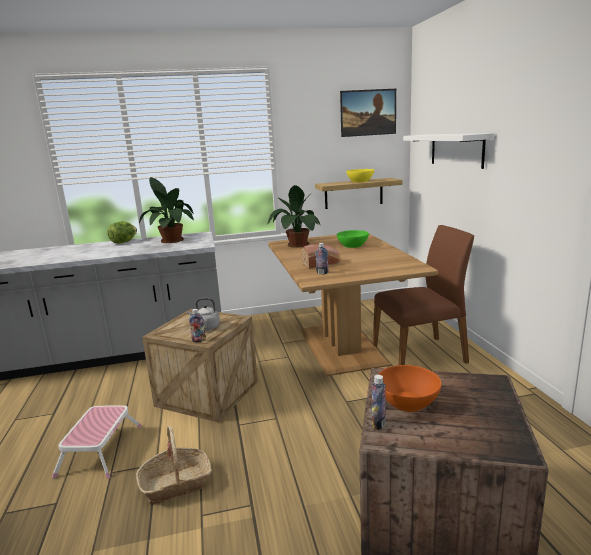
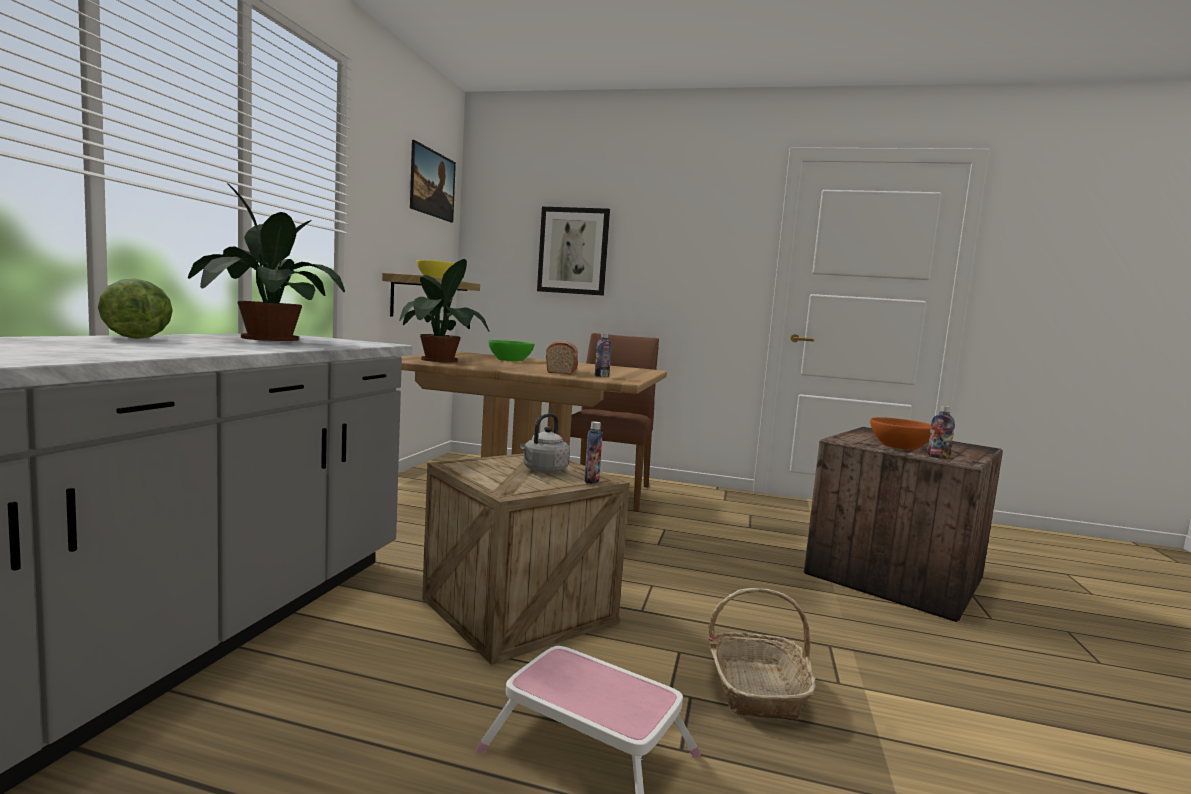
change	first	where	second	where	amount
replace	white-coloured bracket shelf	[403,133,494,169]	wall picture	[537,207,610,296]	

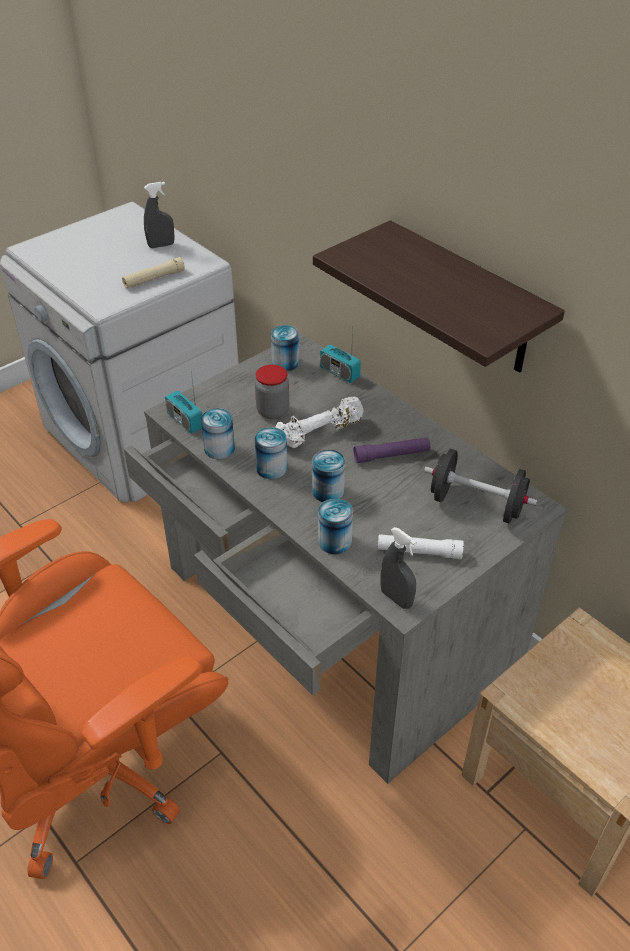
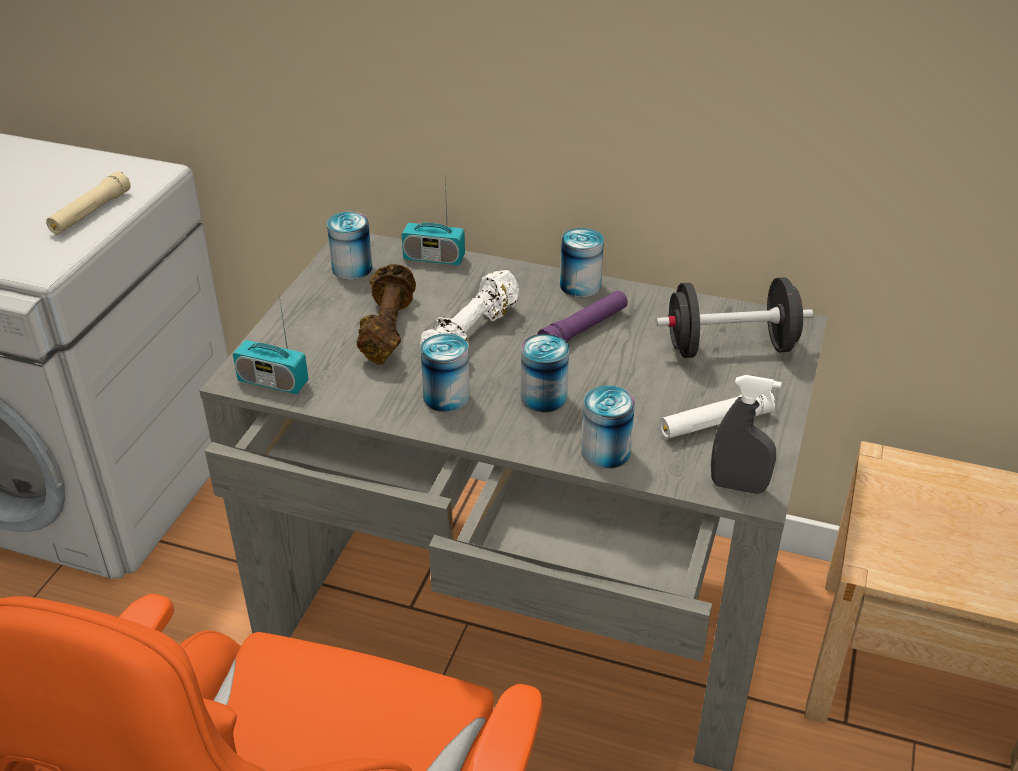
change	first	where	second	where	amount
delete	gray sprayer	[144,182,175,248]			
delete	bracket shelf	[313,220,565,373]			
move	can	[201,408,235,459]		[560,228,604,297]	
replace	preserve jar	[255,365,289,419]	brownish hand weight	[356,264,416,365]	

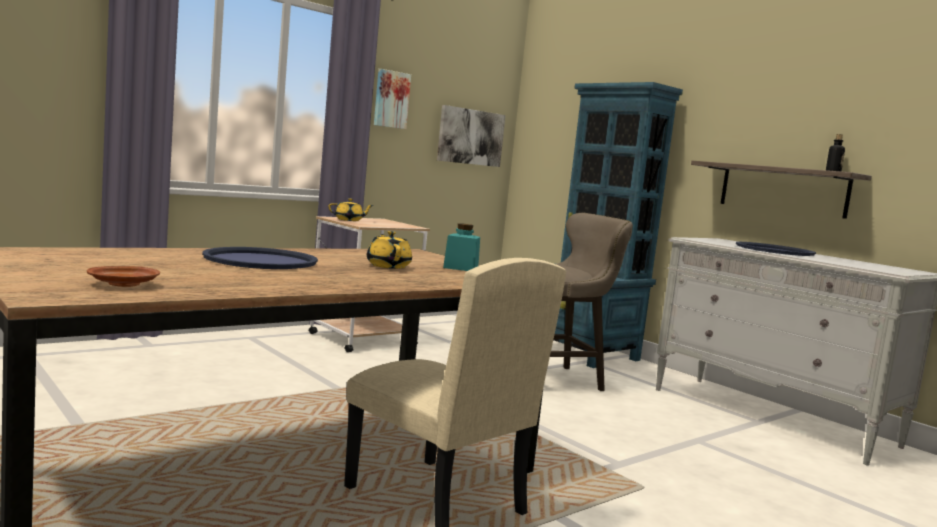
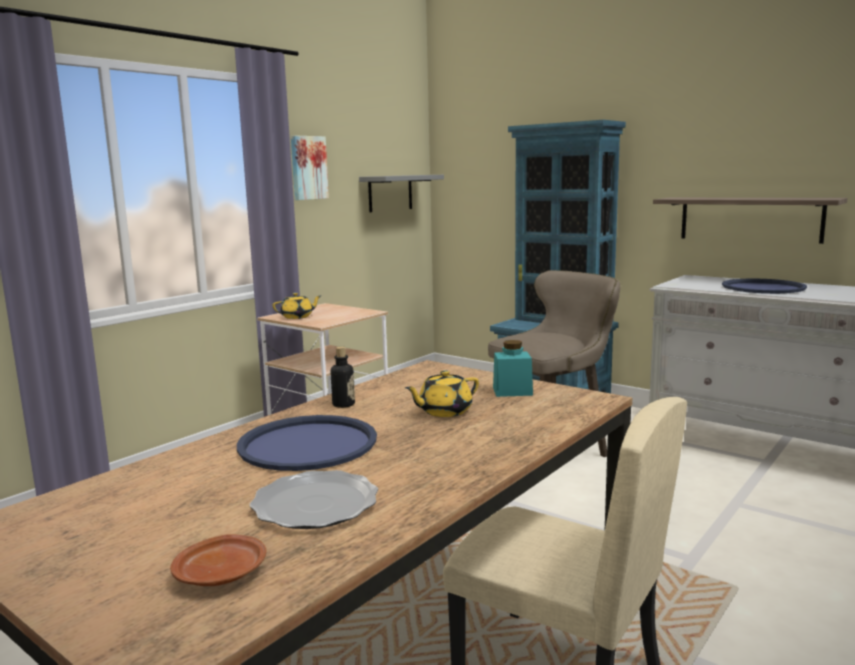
change	first	where	second	where	amount
insert			dinner plate	[250,470,378,529]	
move	bottle	[826,134,845,171]		[331,347,355,408]	
replace	wall picture	[437,105,506,167]	gray bracket shelf	[359,175,444,212]	
rotate	yellow teapot	[367,231,412,269]		[405,370,479,417]	90 degrees counterclockwise

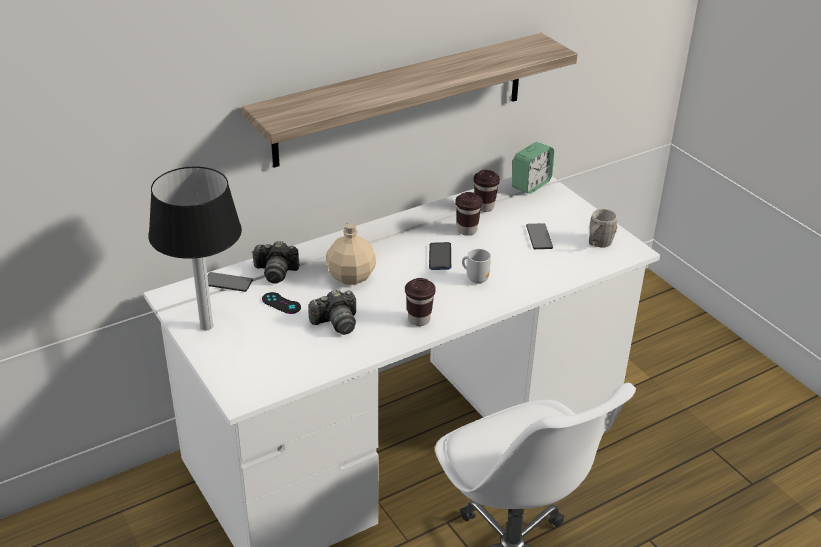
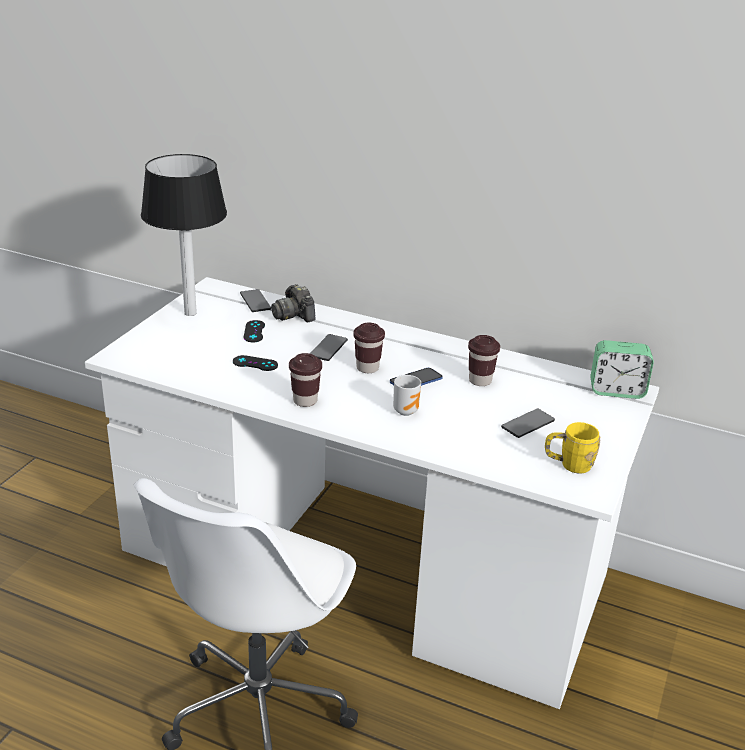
change	first	where	second	where	amount
delete	bracket shelf	[242,33,578,168]			
move	brownish cup	[474,170,500,212]		[353,323,385,373]	
replace	photo camera	[308,289,356,335]	blackish game controller	[233,355,278,371]	
replace	beige bottle	[326,223,376,285]	handset	[310,334,348,361]	
recolor	gray coffee mug	[589,209,617,248]	yellow coffee mug	[545,422,601,474]	

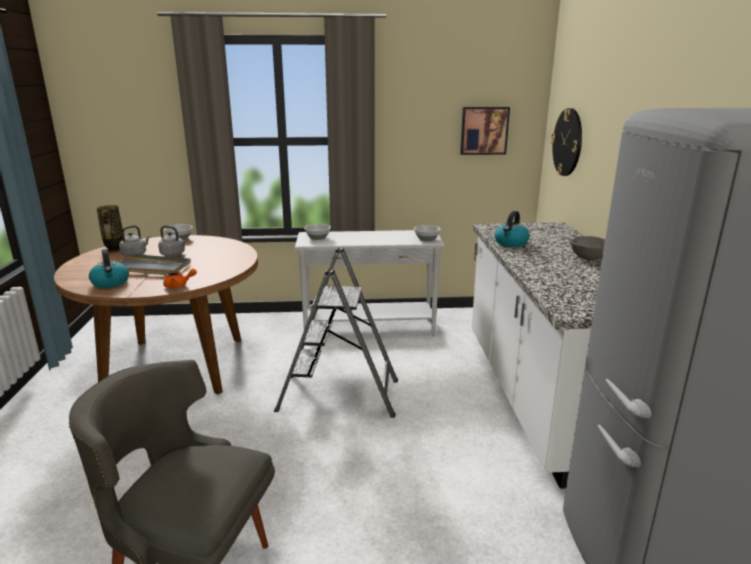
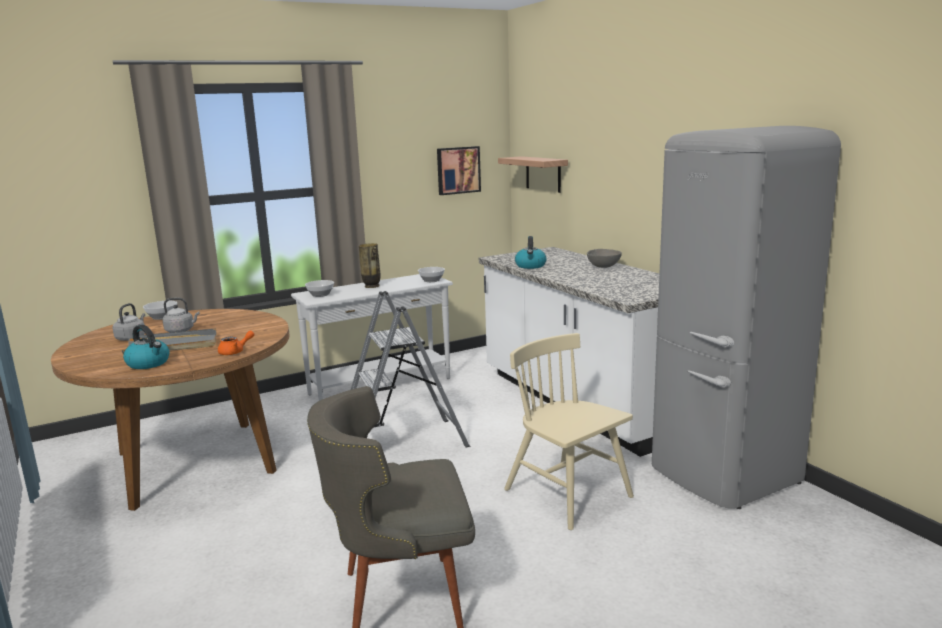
change	first	where	second	where	amount
insert			beige upright chair	[504,333,634,530]	
move	vase	[97,205,123,252]		[359,243,380,288]	
replace	clock on the wall	[551,108,582,176]	bracket shelf	[498,156,568,193]	

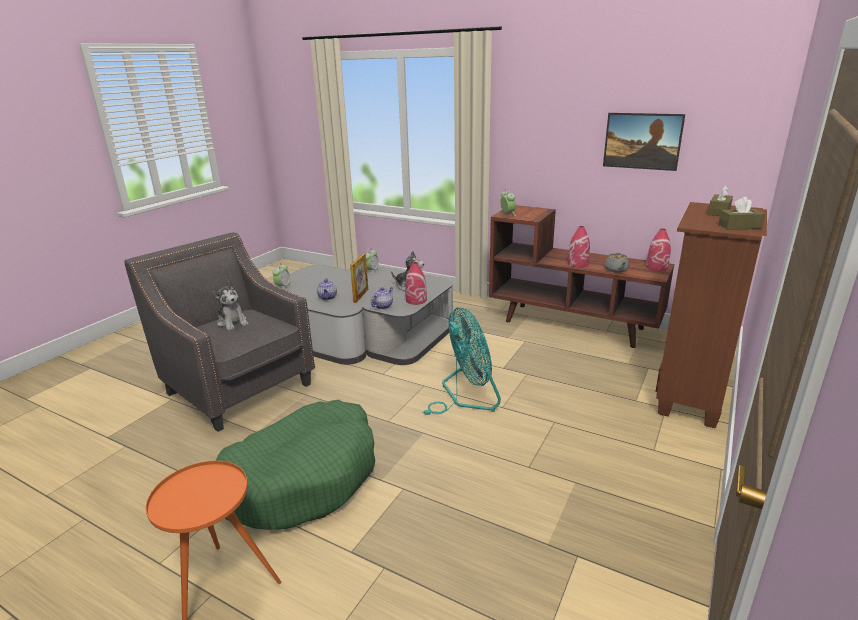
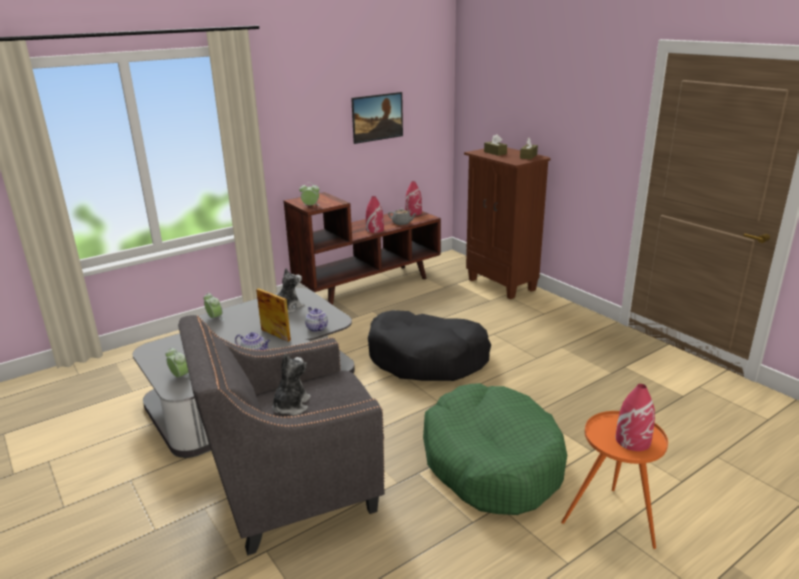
change	first	where	second	where	amount
move	red vase	[405,262,427,305]		[615,384,655,451]	
replace	turquoise-coloured cooling fan	[424,307,501,415]	blackish dog bed	[368,310,491,381]	
rotate	cuddly toy	[213,281,249,331]		[272,353,311,415]	60 degrees counterclockwise

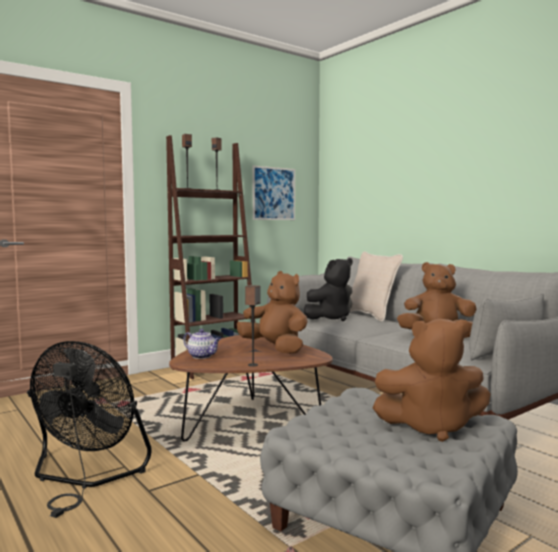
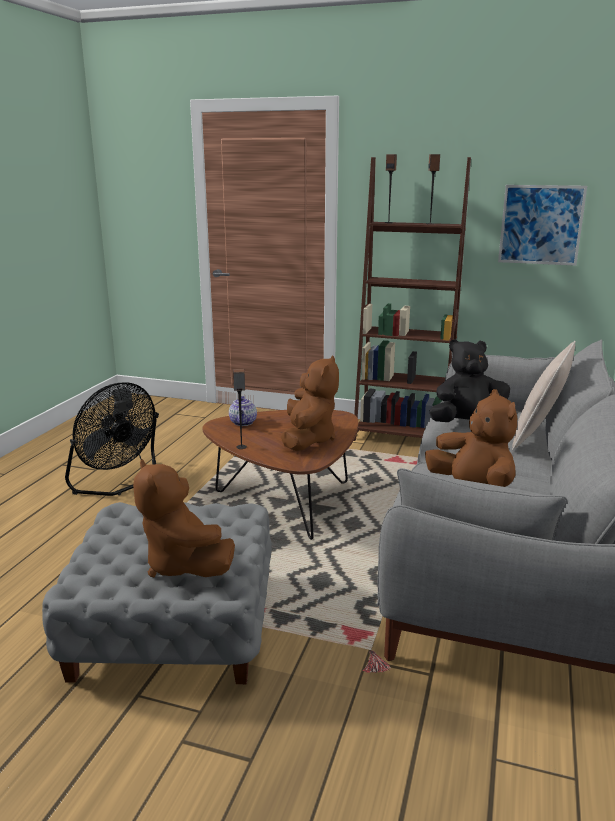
change	first	where	second	where	amount
rotate	blackish cooling fan	[27,341,151,518]		[65,382,159,496]	120 degrees counterclockwise
rotate	blackish cuddly toy	[304,258,353,321]		[430,339,510,422]	150 degrees clockwise

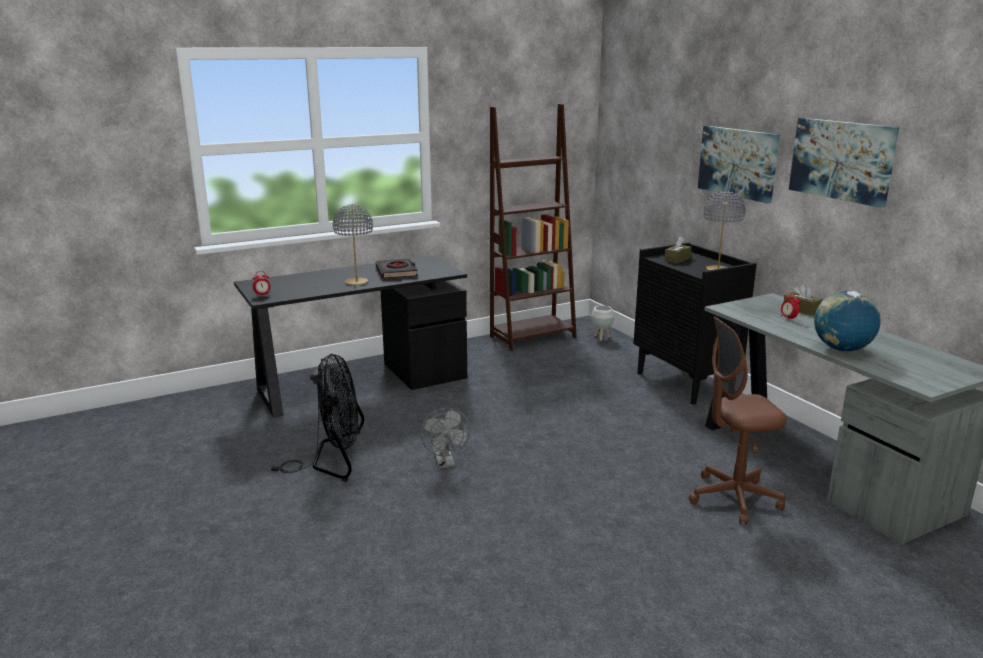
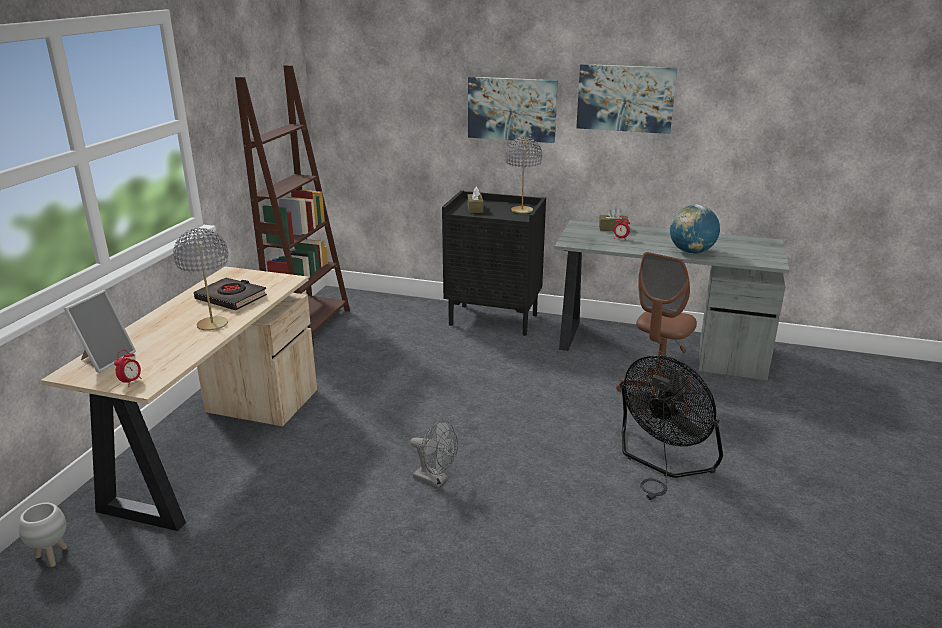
change	first	where	second	where	amount
insert			photo frame	[64,290,136,373]	
move	blackish cooling fan	[270,354,364,482]		[619,355,723,500]	
move	white-coloured plant pot	[591,306,614,341]		[18,503,67,567]	
recolor	blackish desk table	[234,256,467,418]	beige desk table	[41,266,317,531]	

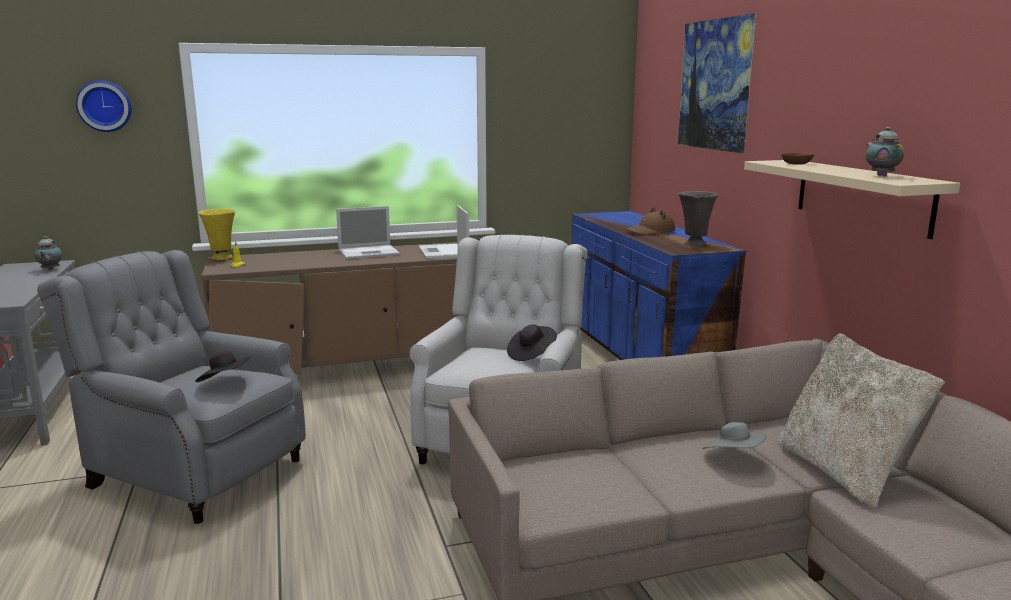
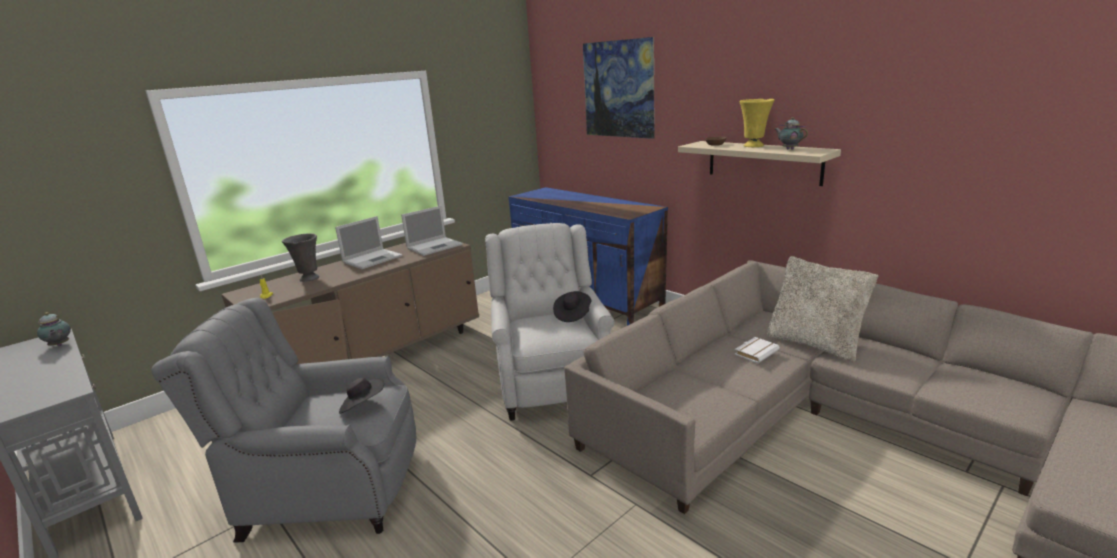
change	first	where	second	where	amount
delete	clock on the wall	[76,80,132,132]			
delete	brownish wearable hat	[625,207,675,235]			
move	yellow vase	[199,209,235,260]		[739,99,775,147]	
move	gray vase	[678,191,718,246]		[282,233,319,282]	
replace	gray wearable hat	[702,422,767,449]	white-coloured book	[735,337,780,363]	
rotate	laptop	[419,205,469,259]		[401,206,463,256]	90 degrees counterclockwise

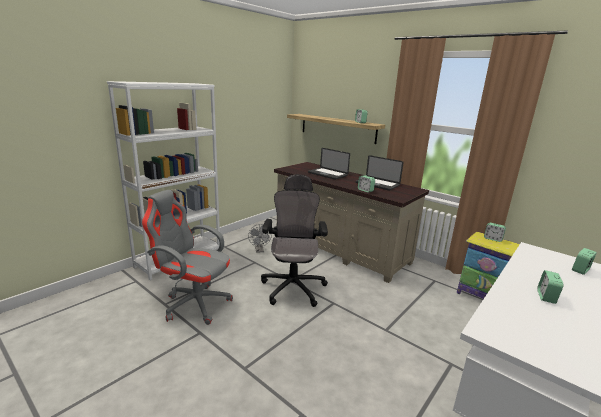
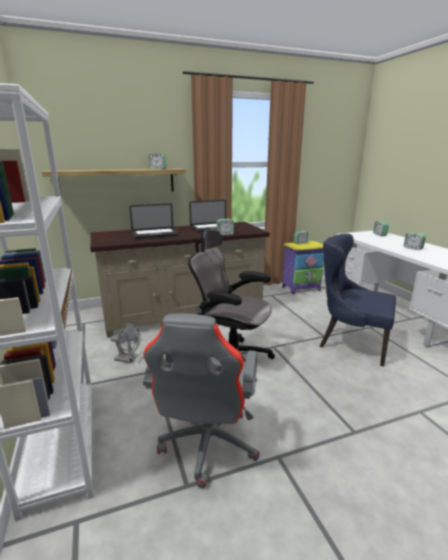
change	first	where	second	where	amount
insert			bluish upright chair	[320,233,396,367]	
rotate	gray desk chair	[142,190,233,325]		[143,313,260,488]	45 degrees counterclockwise

